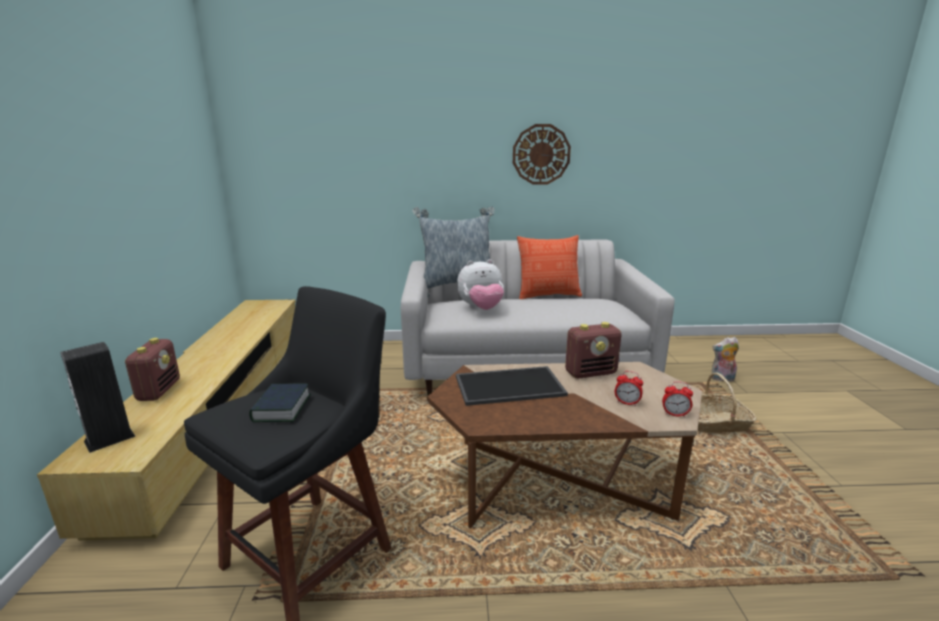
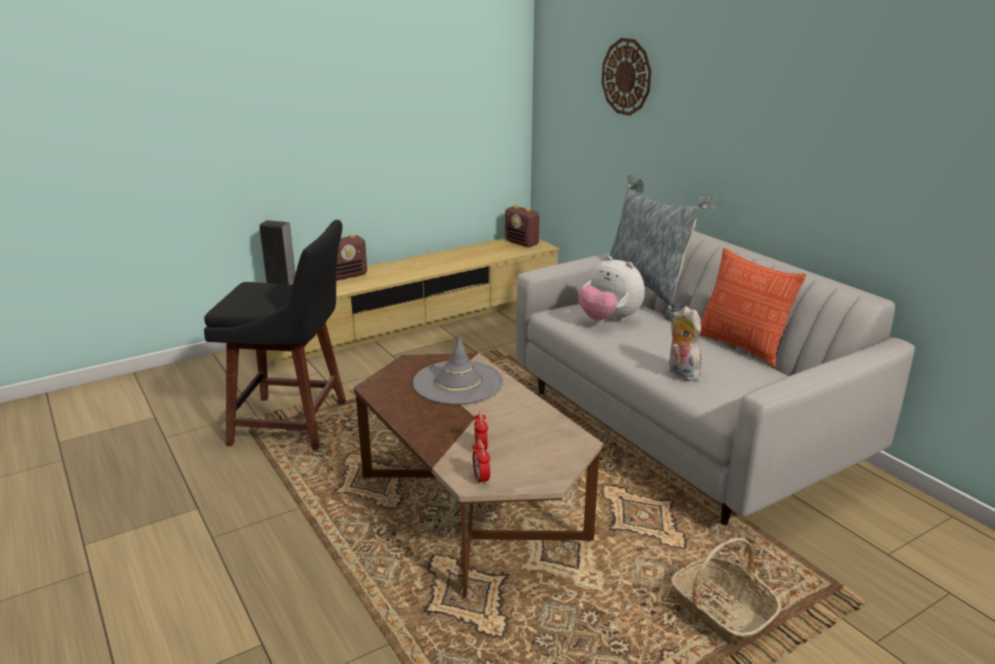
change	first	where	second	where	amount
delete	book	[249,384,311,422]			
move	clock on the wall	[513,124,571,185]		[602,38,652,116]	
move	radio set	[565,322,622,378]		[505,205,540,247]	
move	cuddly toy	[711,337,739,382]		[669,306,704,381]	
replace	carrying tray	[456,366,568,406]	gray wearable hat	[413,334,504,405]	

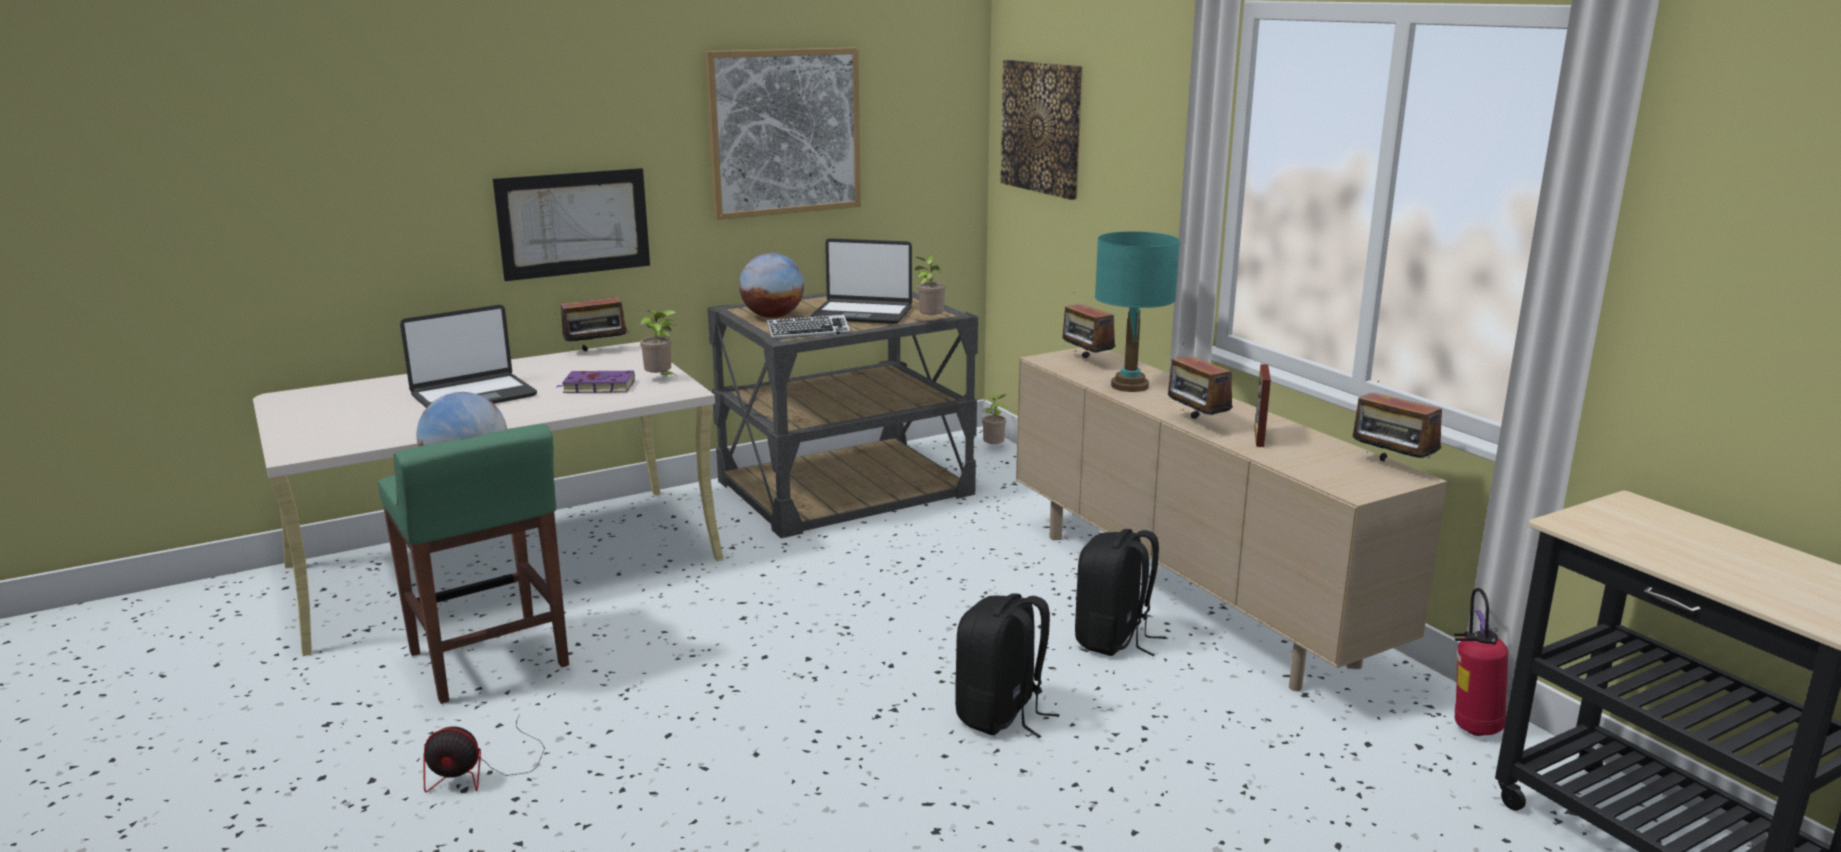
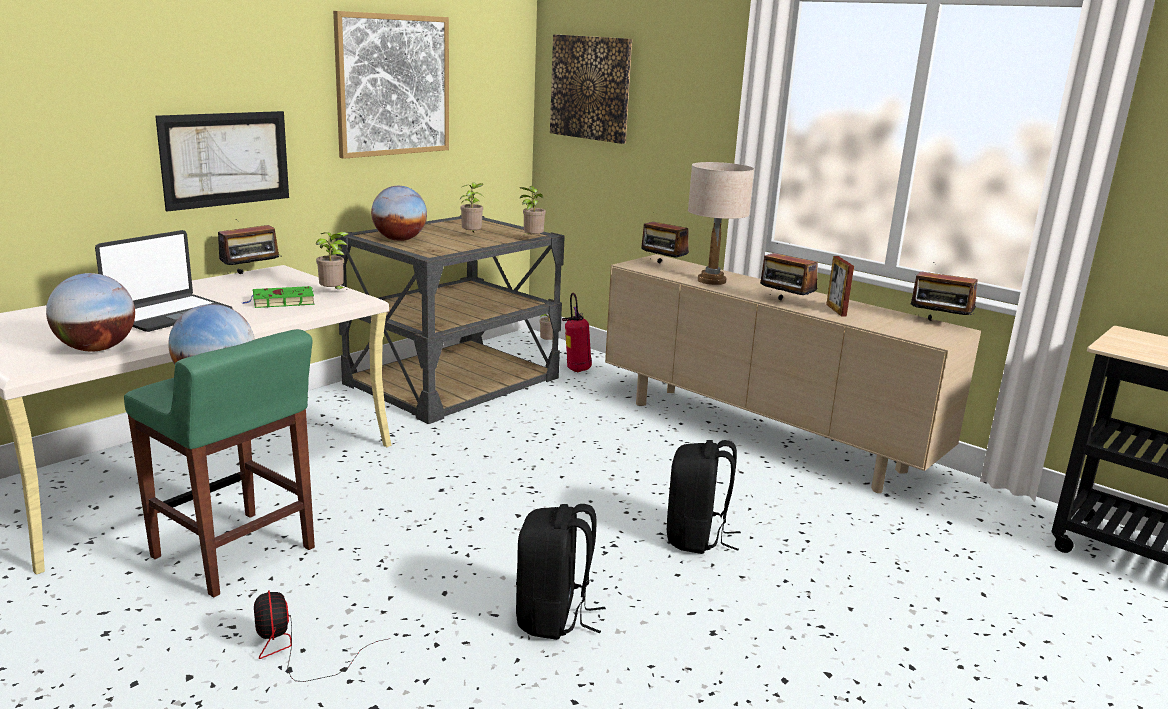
change	first	where	second	where	amount
delete	computer keyboard	[767,314,850,339]			
insert			world globe	[46,273,135,352]	
move	blackish rucksack	[1075,529,1166,656]		[516,504,606,640]	
move	extinguisher	[1453,588,1508,736]		[562,293,592,372]	
replace	laptop	[810,238,912,324]	houseplant	[460,182,484,232]	
recolor	purple book	[556,371,635,393]	greenish book	[242,286,314,308]	
recolor	turquoise-coloured table lamp	[1095,231,1180,392]	beige table lamp	[688,162,754,285]	
rotate	cooling fan	[424,716,545,792]		[254,590,387,682]	90 degrees clockwise

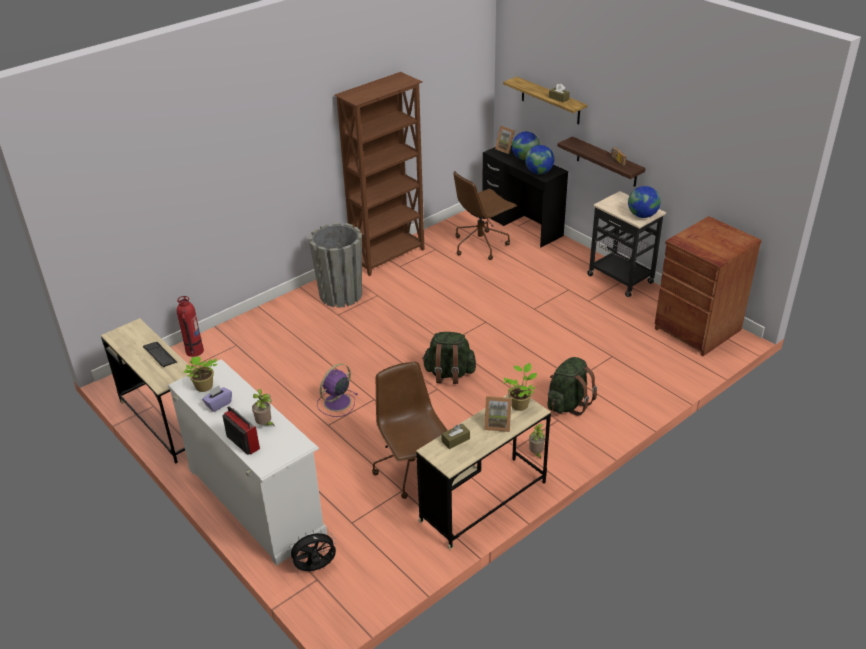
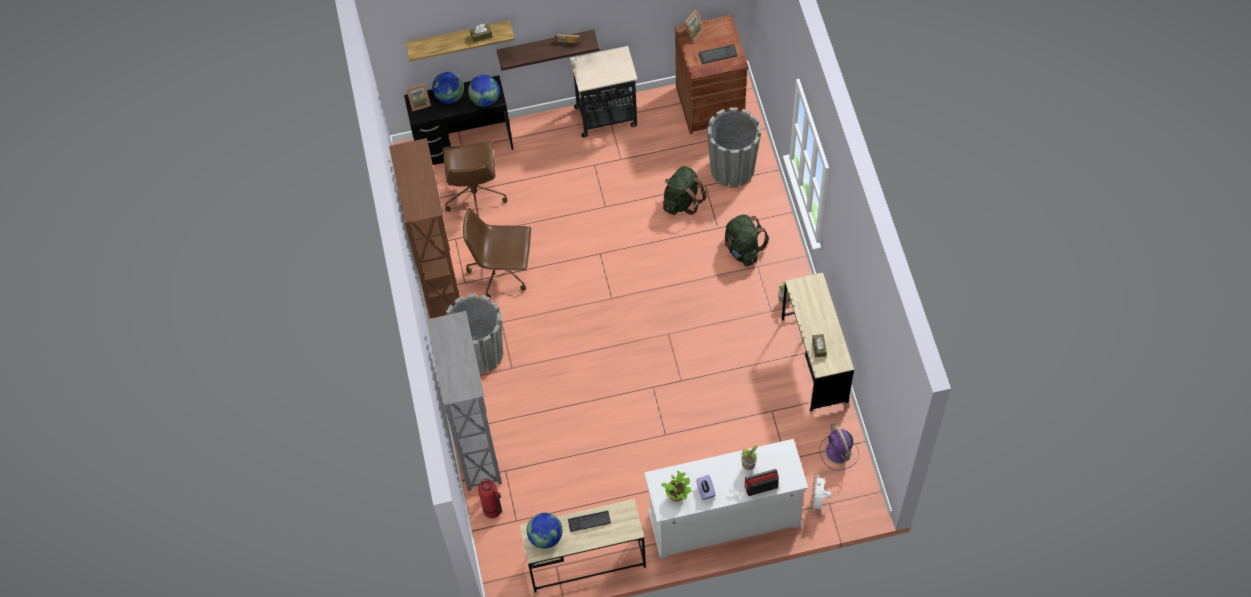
change	first	where	second	where	amount
delete	houseplant	[503,363,537,411]			
insert			gray bookshelf	[426,311,502,491]	
insert			computer keyboard	[699,44,737,64]	
insert			gray plant pot	[707,107,761,188]	
move	purple cooling fan	[317,364,357,417]		[819,423,859,470]	
move	brownish desk chair	[372,362,448,499]		[463,208,531,298]	
move	greenish rucksack	[422,332,476,384]		[663,166,706,215]	
move	photo frame	[484,396,512,432]		[679,10,704,42]	
move	world globe	[628,186,661,218]		[527,513,563,549]	
recolor	blackish cooling fan	[288,530,336,571]	white-coloured cooling fan	[811,473,831,513]	

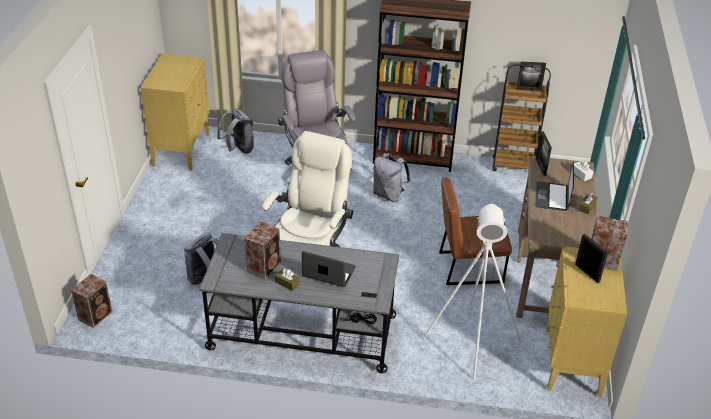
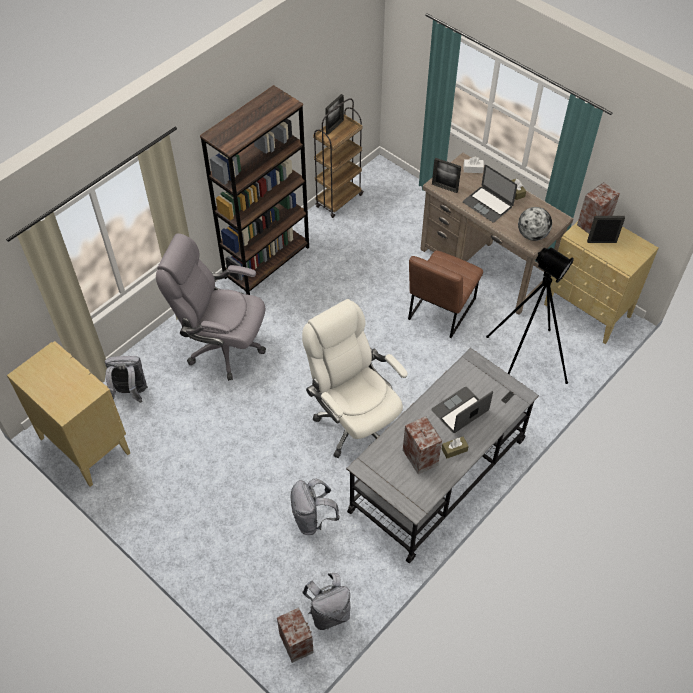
change	first	where	second	where	amount
insert			world globe	[518,207,552,241]	
move	gray rucksack	[373,153,410,202]		[302,573,350,630]	
recolor	white-coloured standing lamp	[423,204,523,380]	blackish standing lamp	[486,247,574,384]	

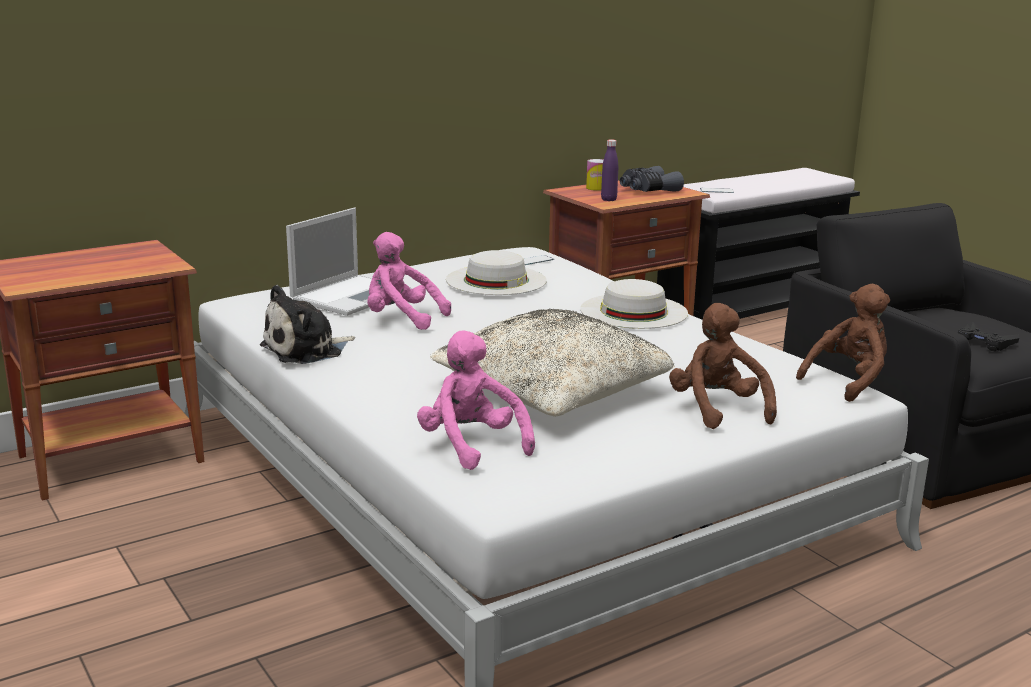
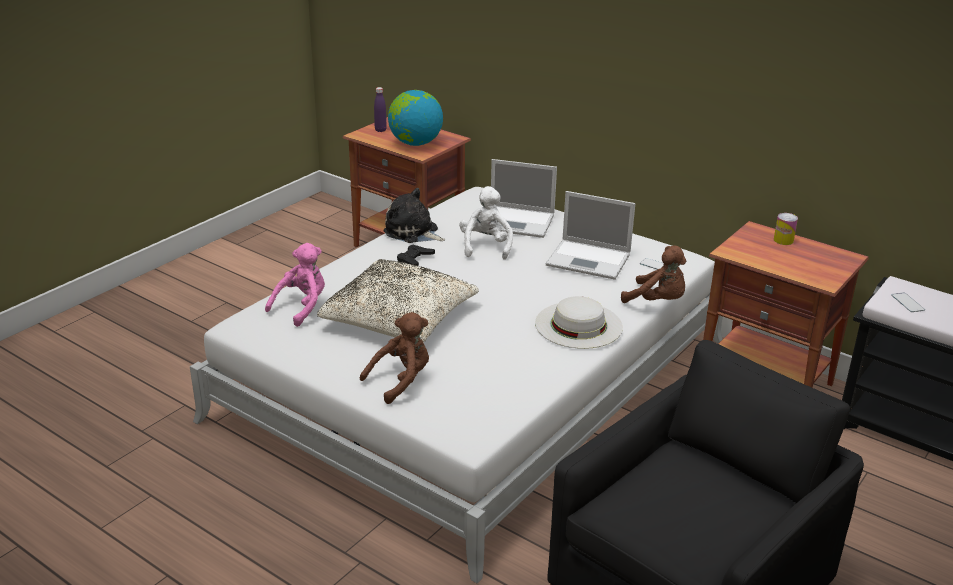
change	first	where	second	where	amount
delete	gray binoculars	[620,166,684,192]			
insert			world globe	[388,90,443,146]	
move	purple bottle	[601,139,618,201]		[374,87,387,132]	
move	brownish cuddly toy	[796,284,890,402]		[621,246,686,303]	
move	blackish game controller	[958,322,1019,351]		[397,245,435,266]	
replace	white-coloured wearable hat	[446,250,547,295]	laptop	[546,191,635,280]	
recolor	pink-coloured cuddly toy	[367,232,451,330]	white-coloured cuddly toy	[459,186,513,260]	

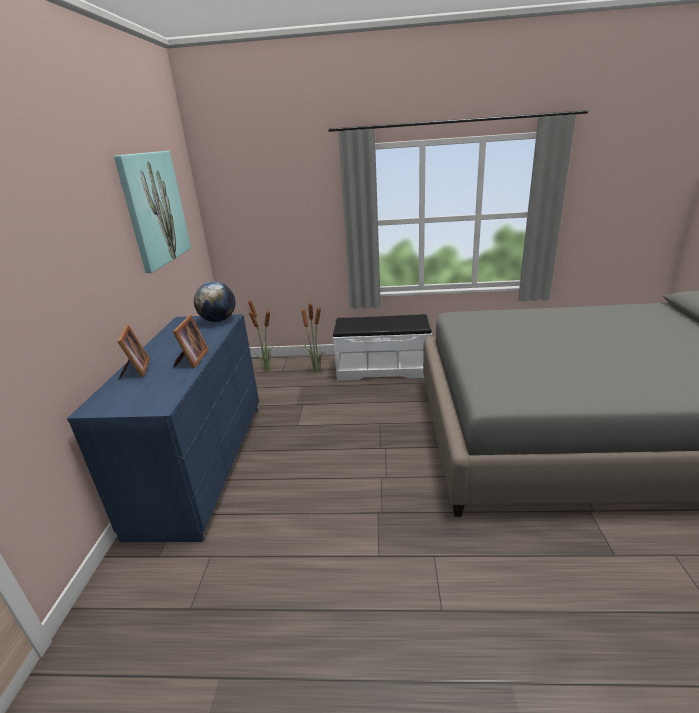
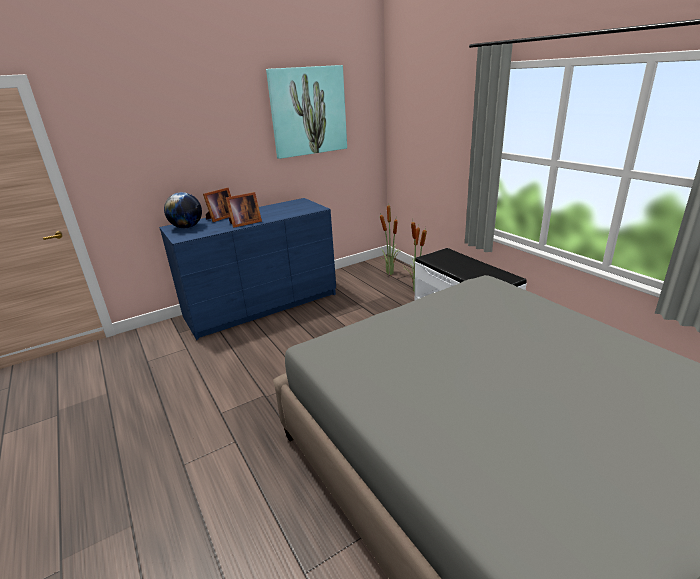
change	first	where	second	where	amount
move	world globe	[194,282,235,322]		[164,192,202,228]	

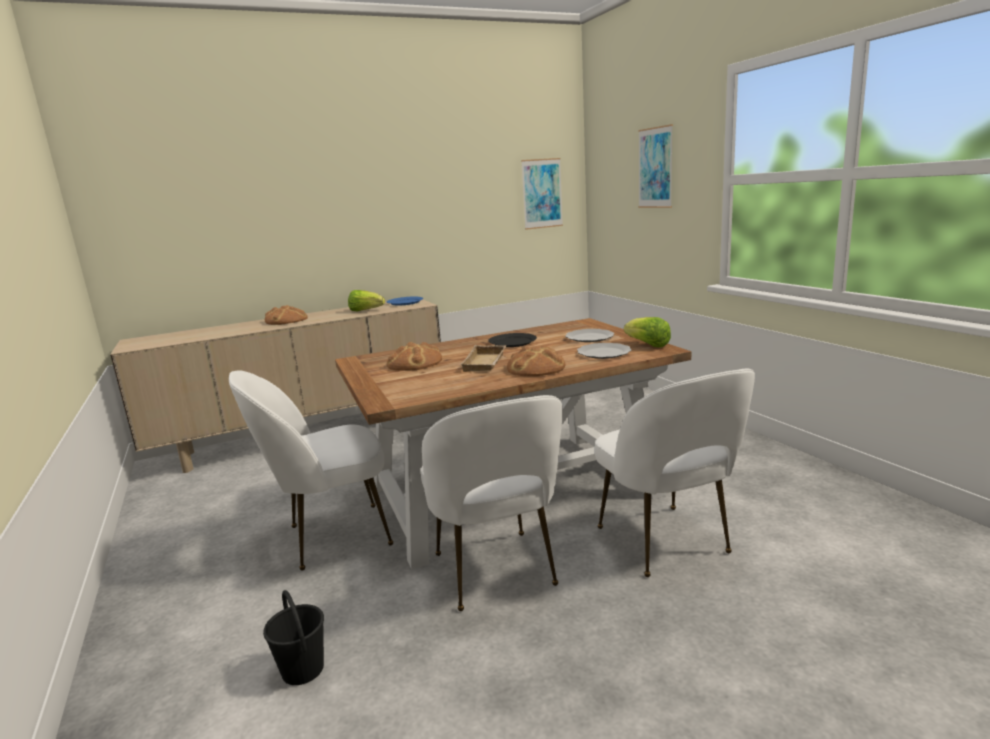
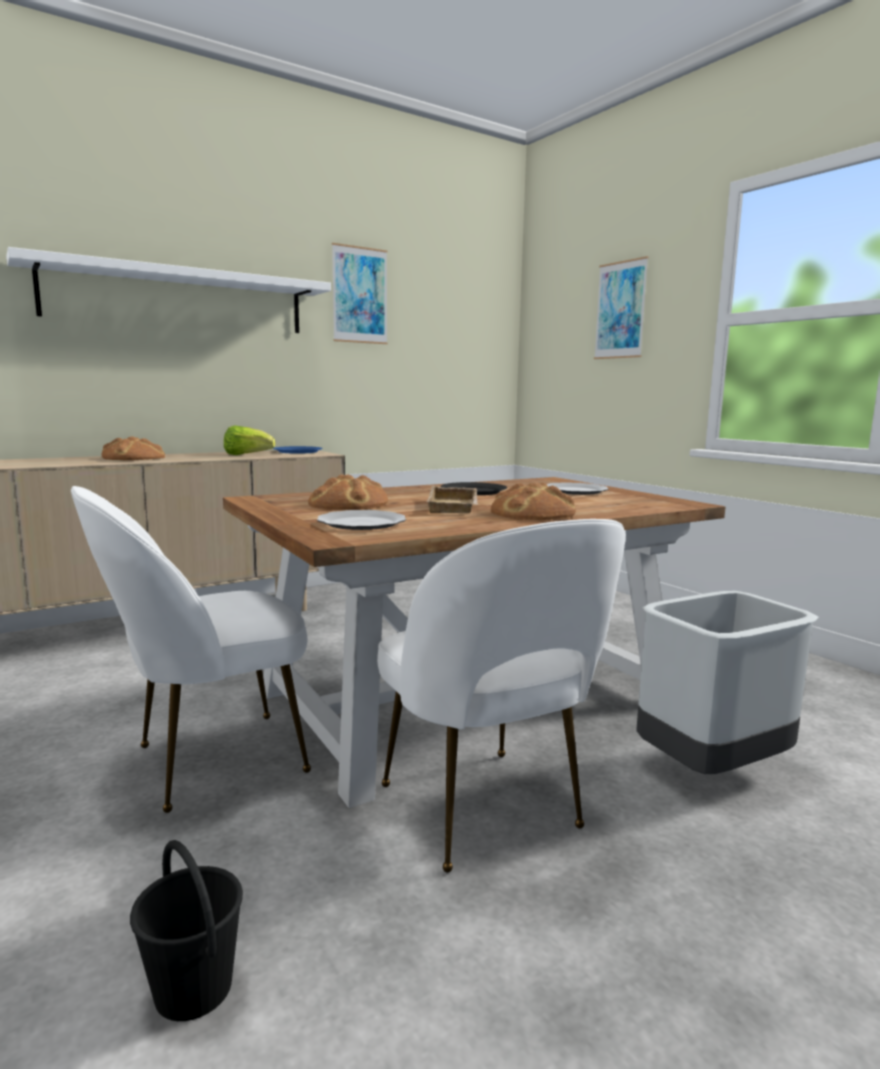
change	first	where	second	where	amount
delete	head of lettuce	[624,317,671,348]			
insert			white-coloured bracket shelf	[6,247,331,333]	
move	wall picture	[521,158,563,230]		[332,243,388,344]	
move	dinner plate	[577,343,632,359]		[317,510,406,530]	
replace	white-coloured upright chair	[595,369,755,577]	gray rubbish bin	[636,591,819,774]	

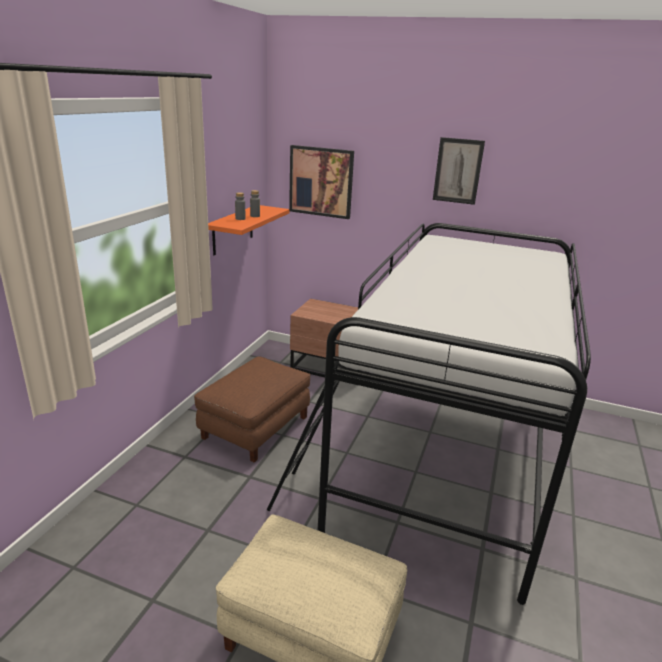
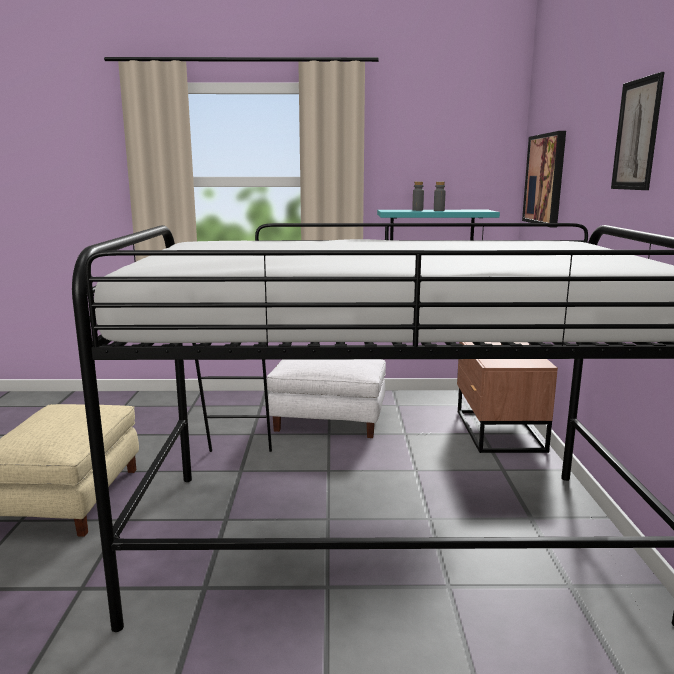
change	first	where	second	where	amount
recolor	brownish pouffe	[194,356,311,463]	white-coloured pouffe	[267,359,386,438]	
recolor	orangey bracket shelf	[208,205,289,255]	turquoise-coloured bracket shelf	[377,210,500,240]	

